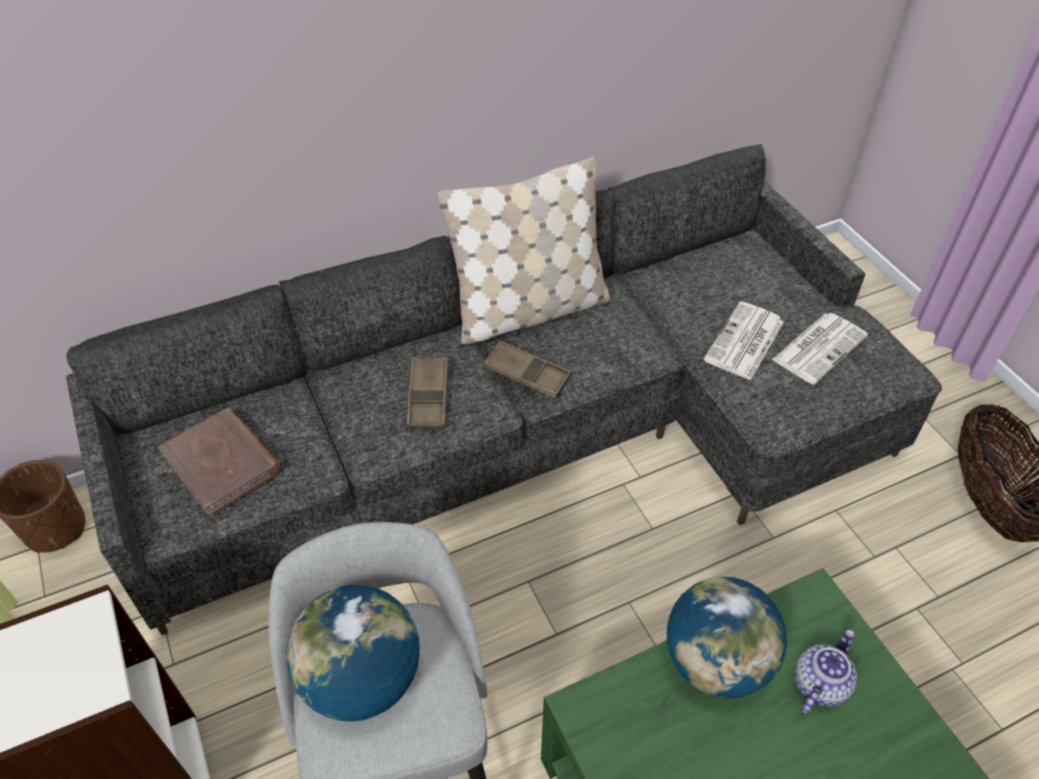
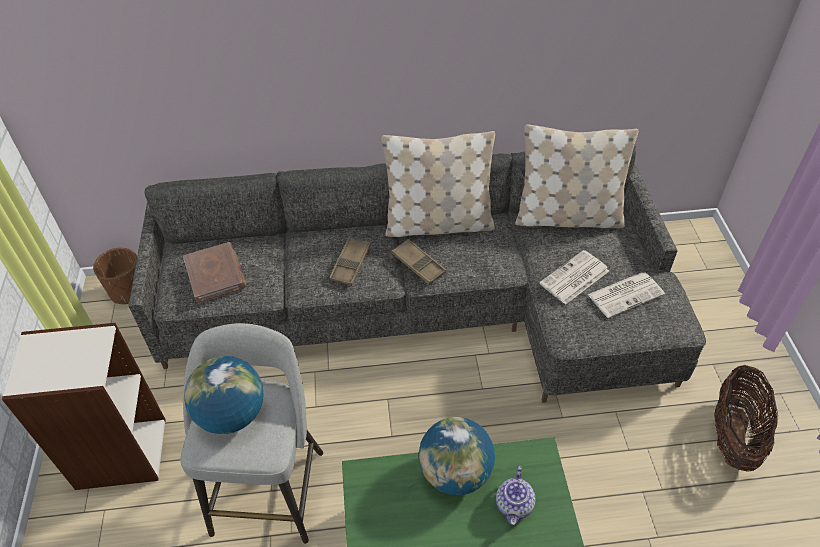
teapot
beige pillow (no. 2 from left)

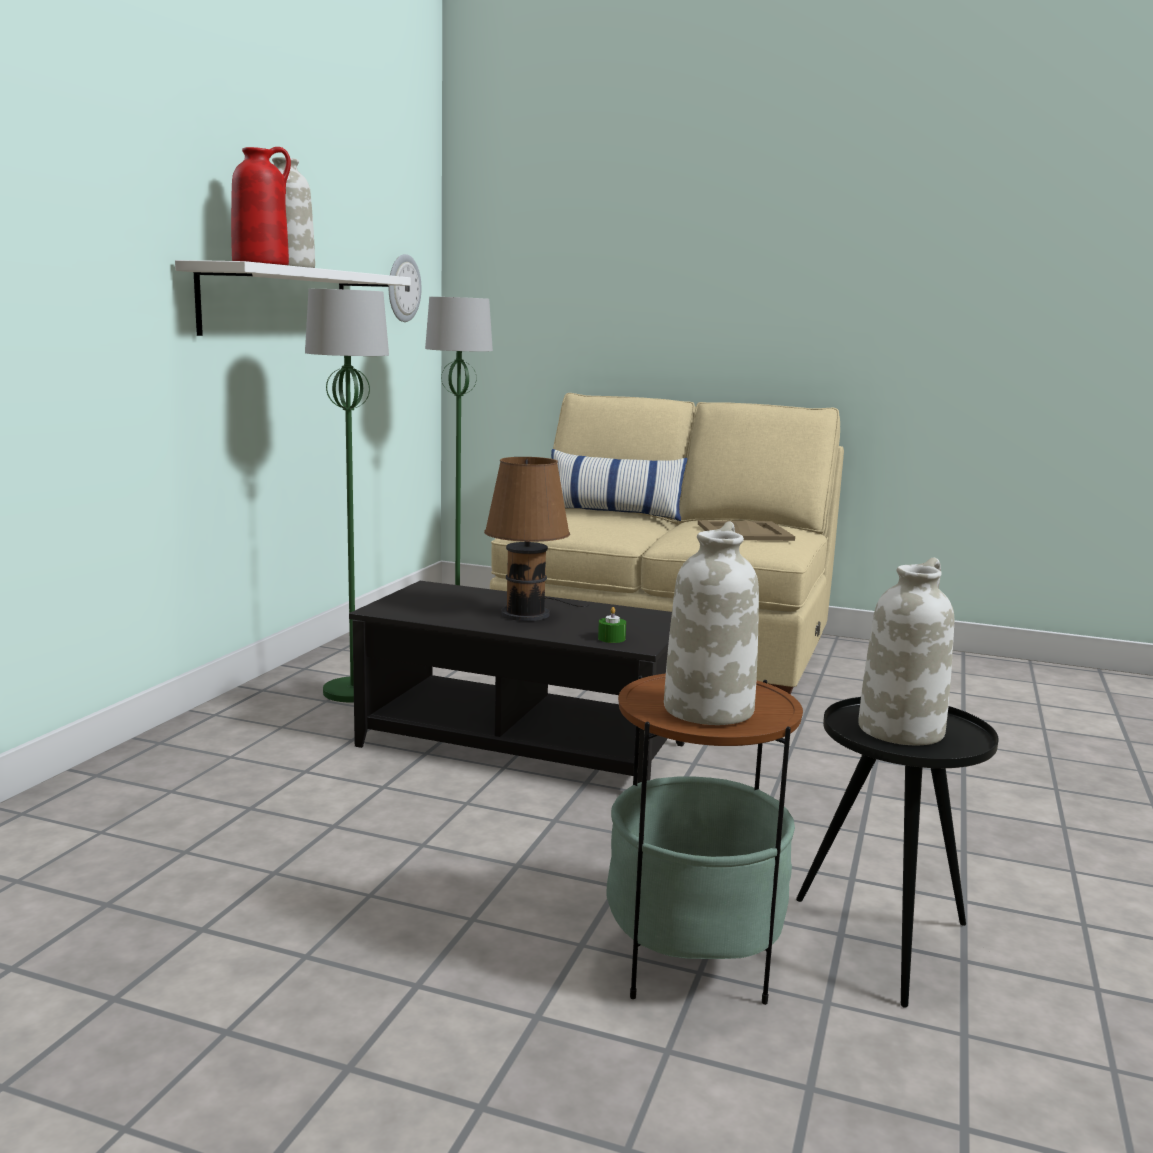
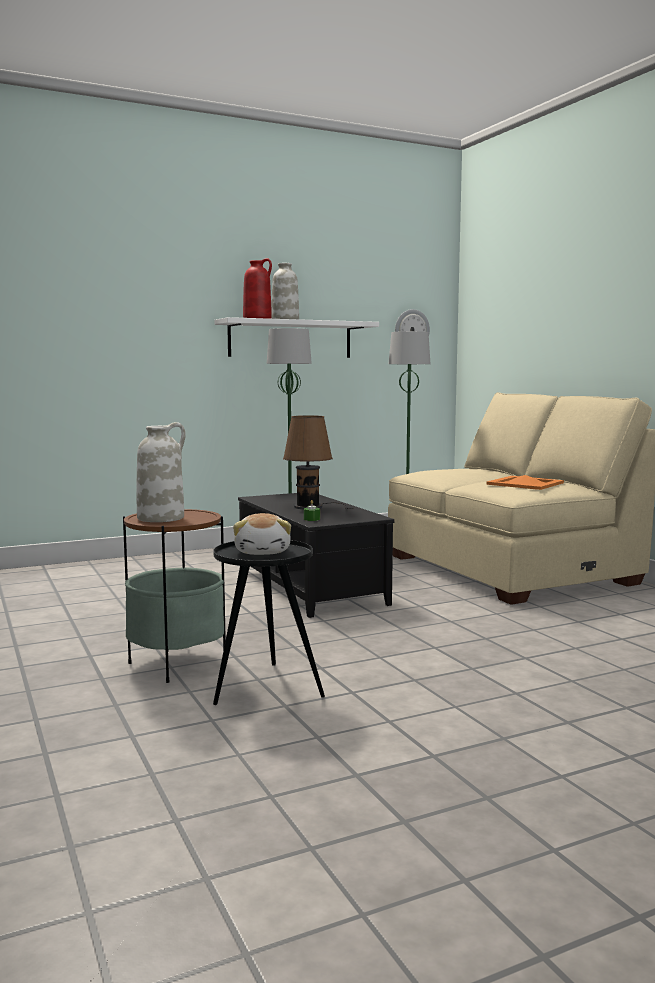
pillow
orange tray
plush toy

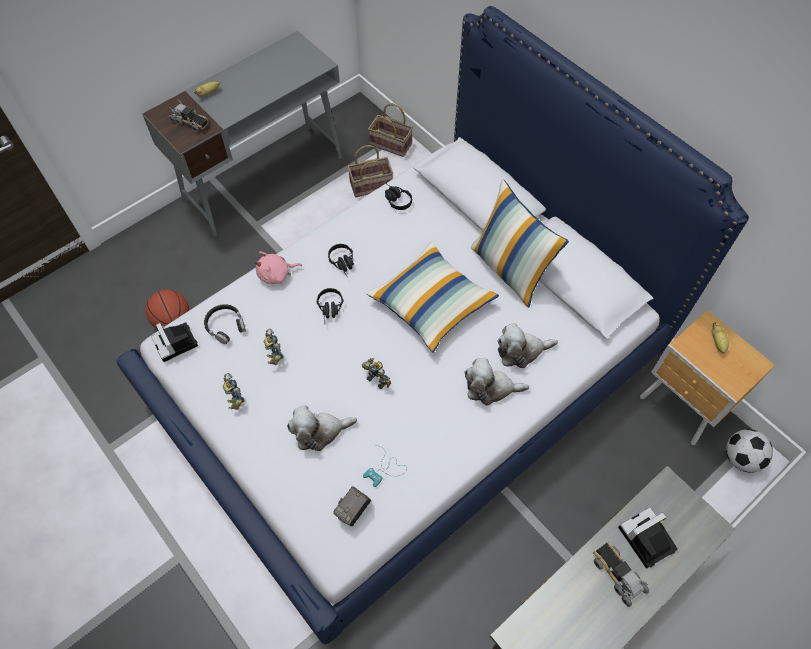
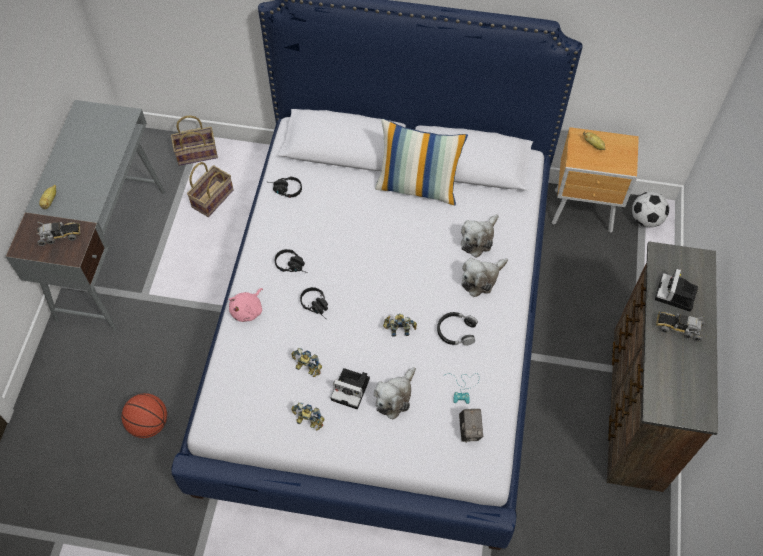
pillow (no. 1 from left in the first image)
black headphones (no. 4 from left)
photo camera (no. 1 from left)

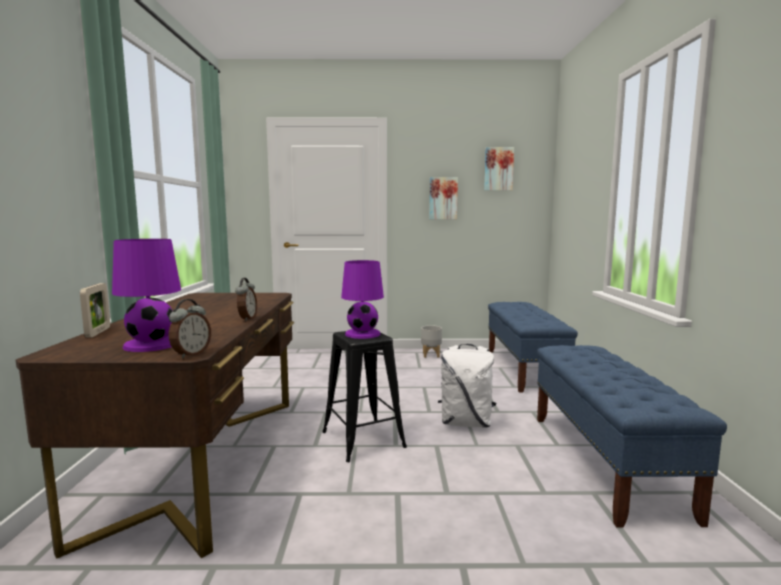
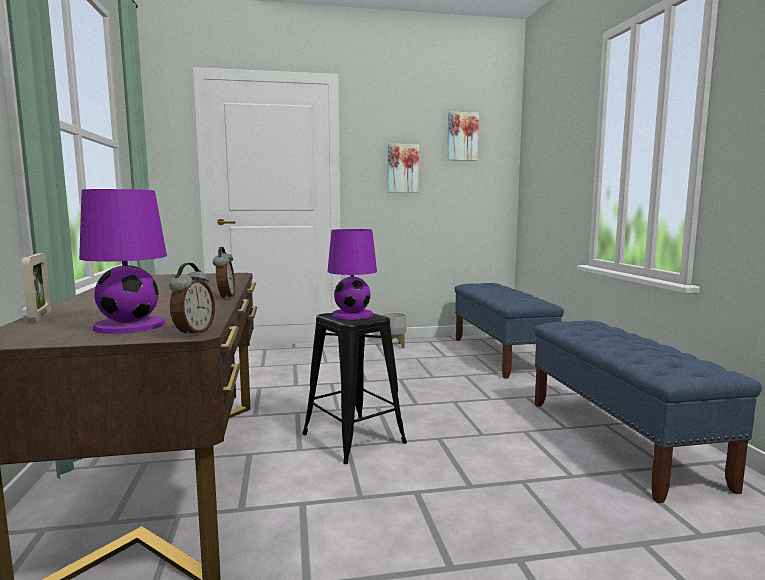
white backpack

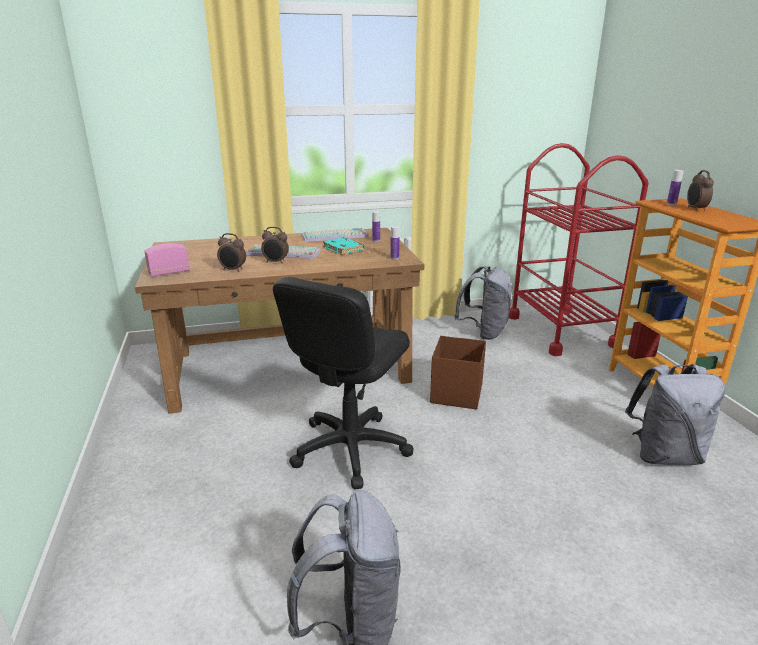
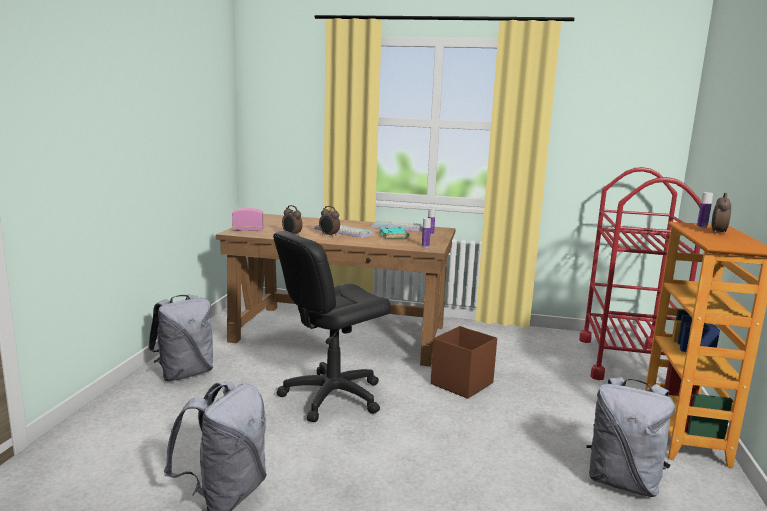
grey backpack (no. 1 from left)

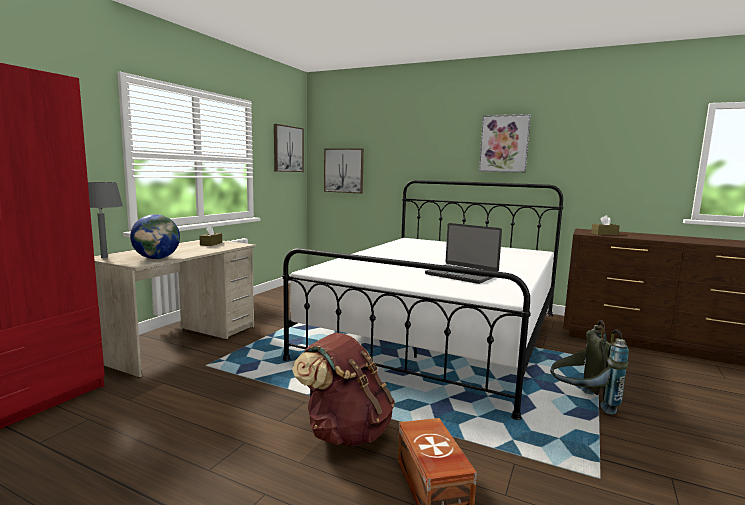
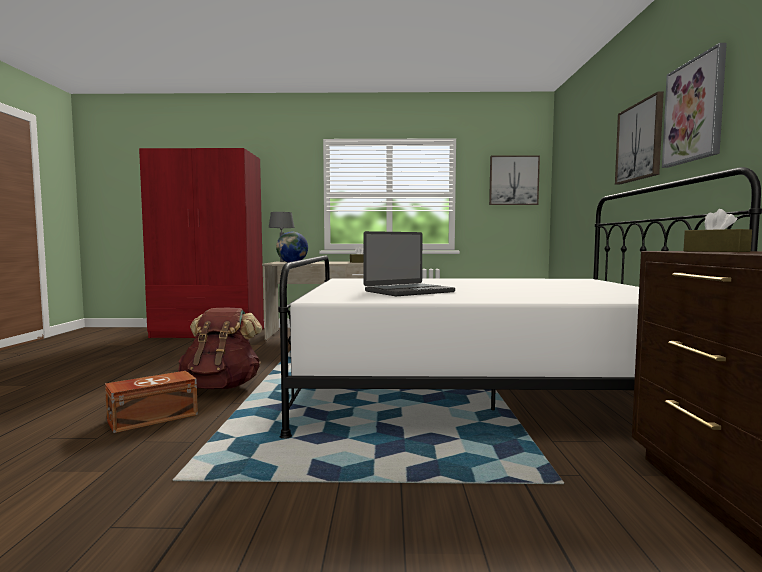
picture (no. 2 from left)
laptop
grey backpack

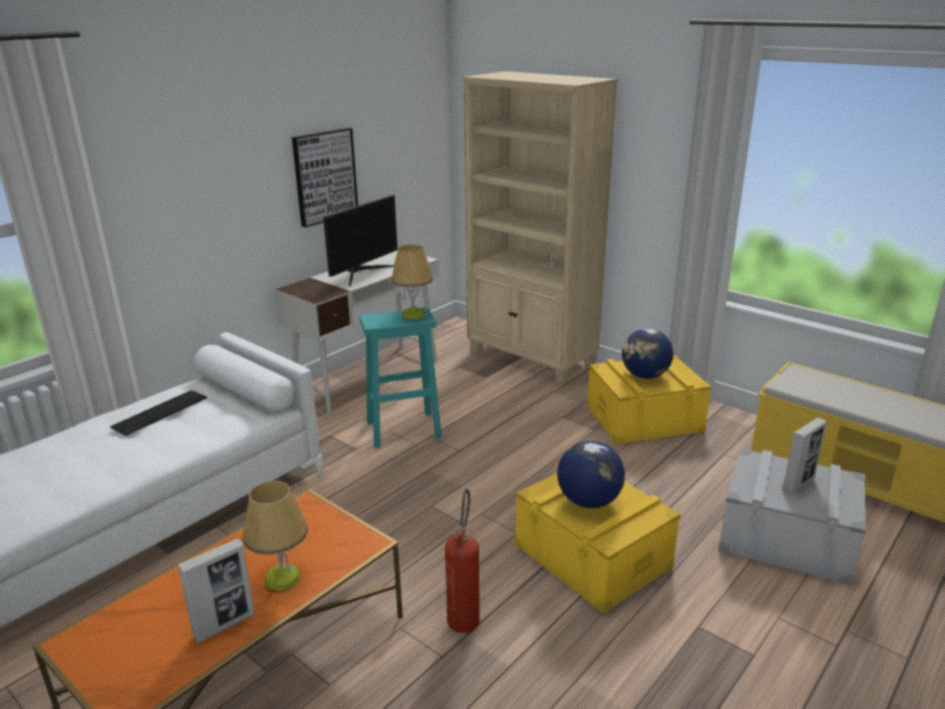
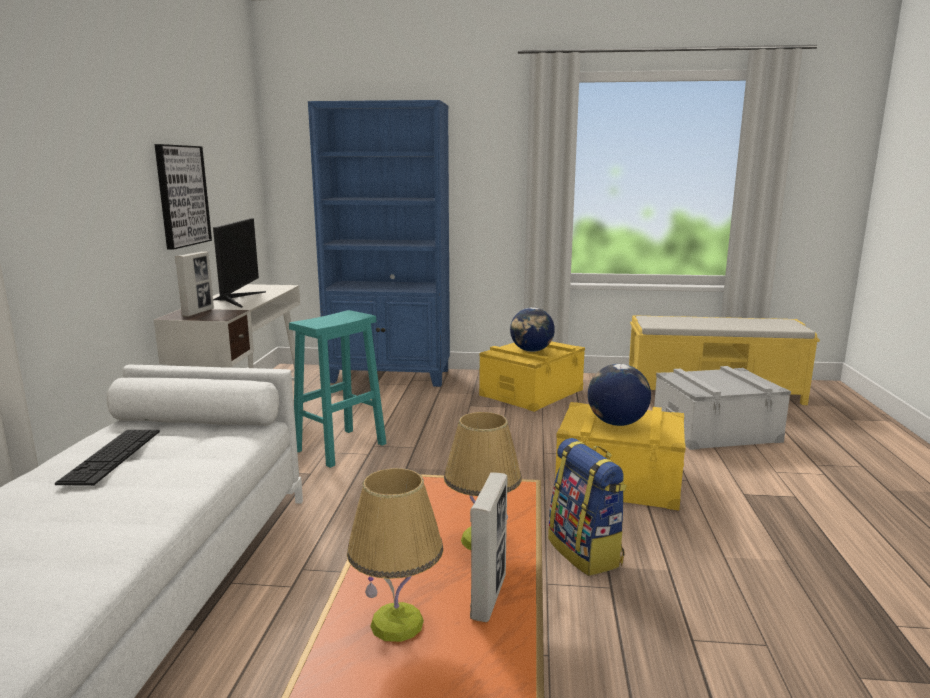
blue bookcase
table lamp (no. 1 from left)
picture frame (no. 1 from left)
backpack

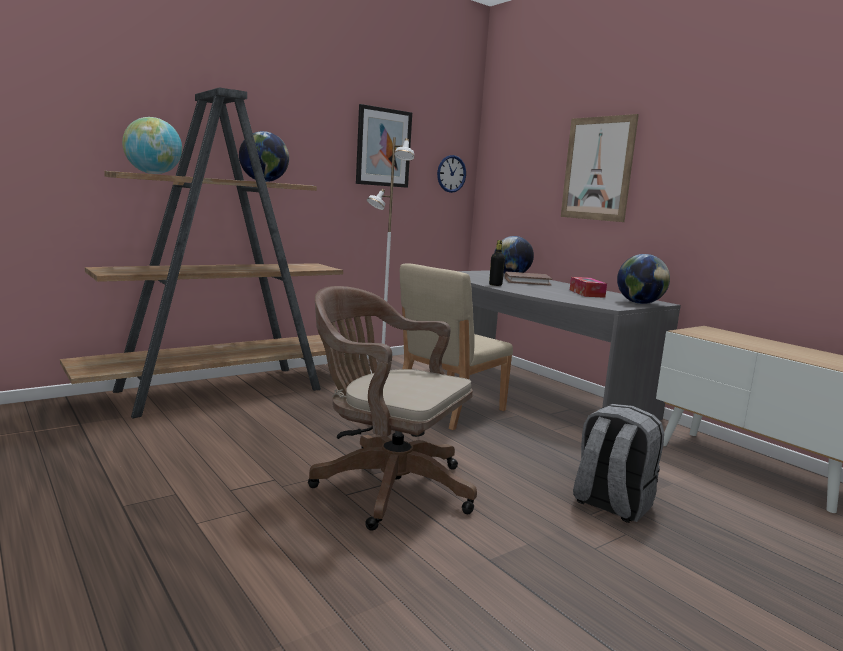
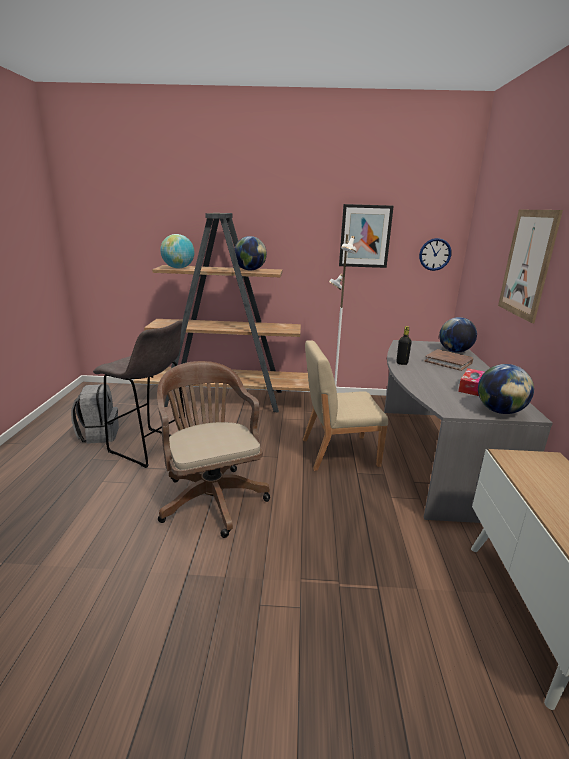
grey backpack
grey stool

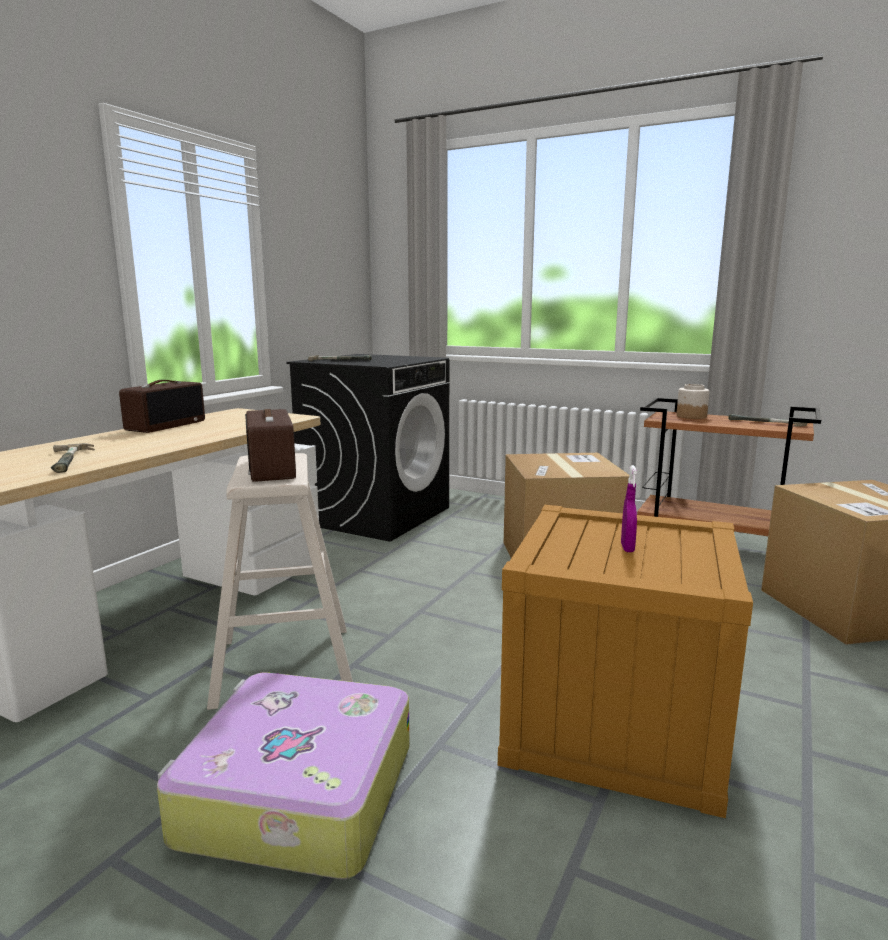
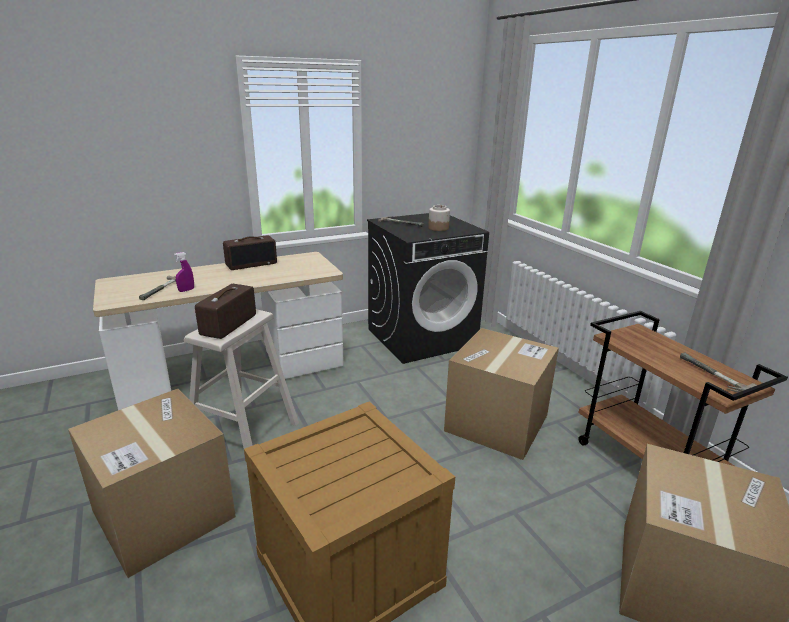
jar
purple spray bottle
cardboard box (no. 1 from left)

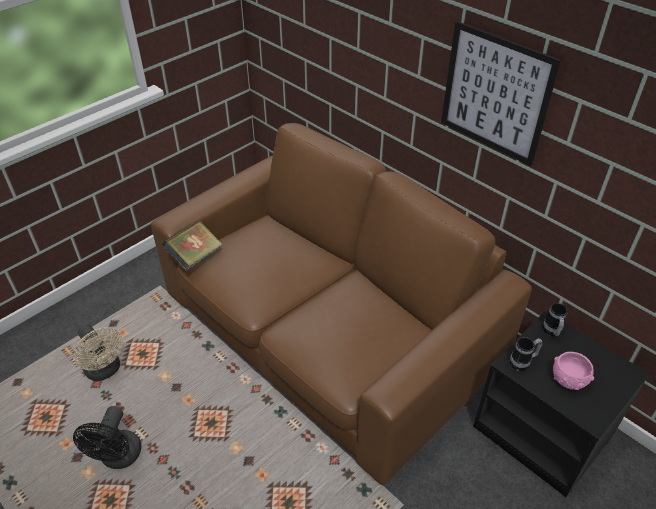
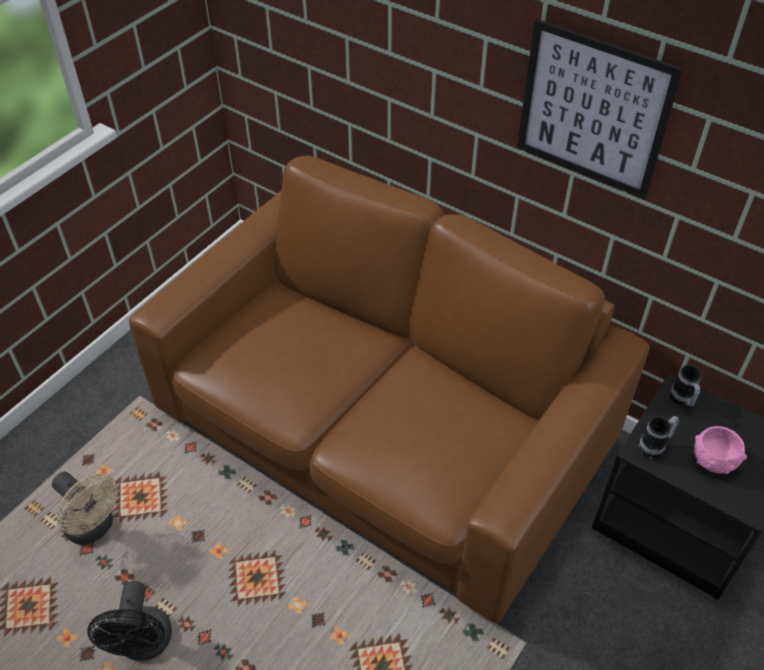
book

